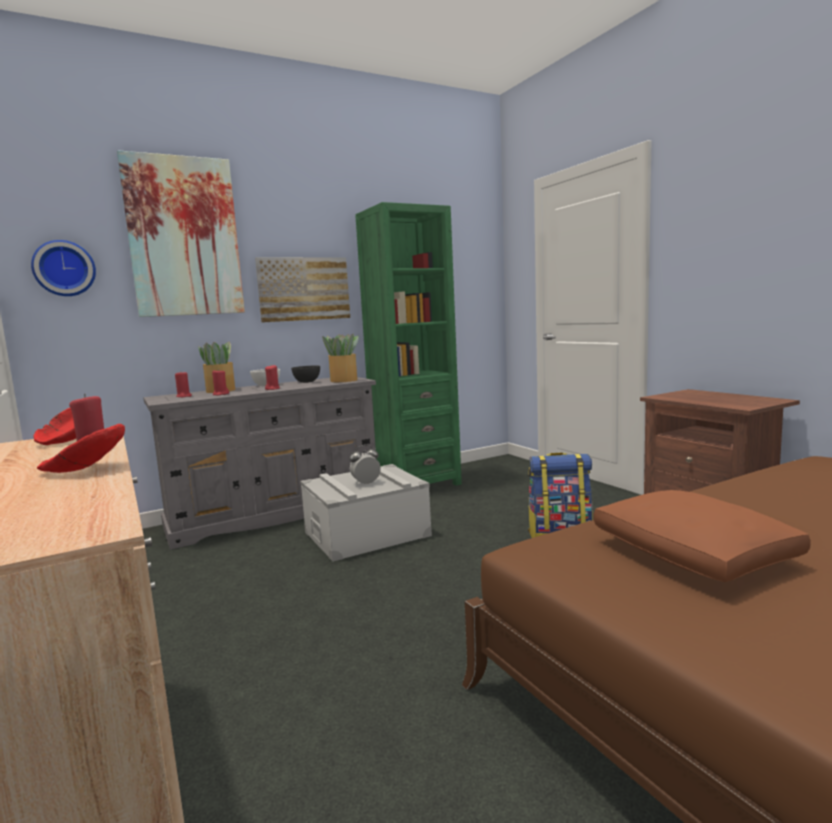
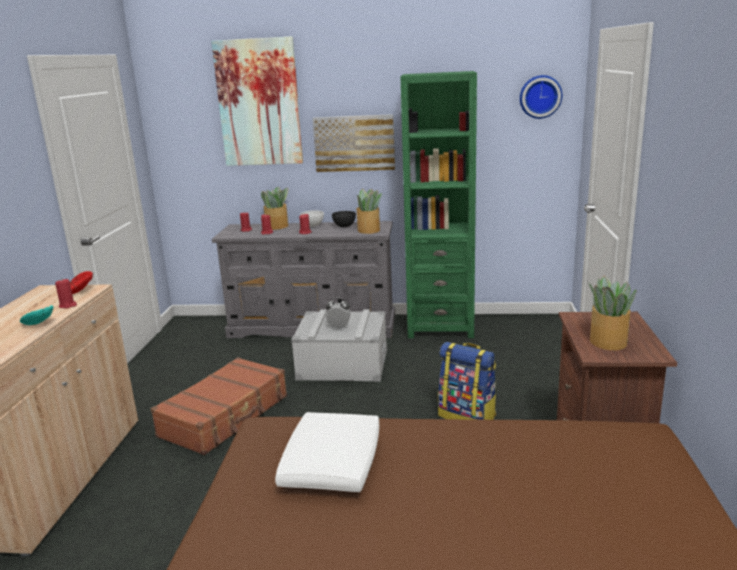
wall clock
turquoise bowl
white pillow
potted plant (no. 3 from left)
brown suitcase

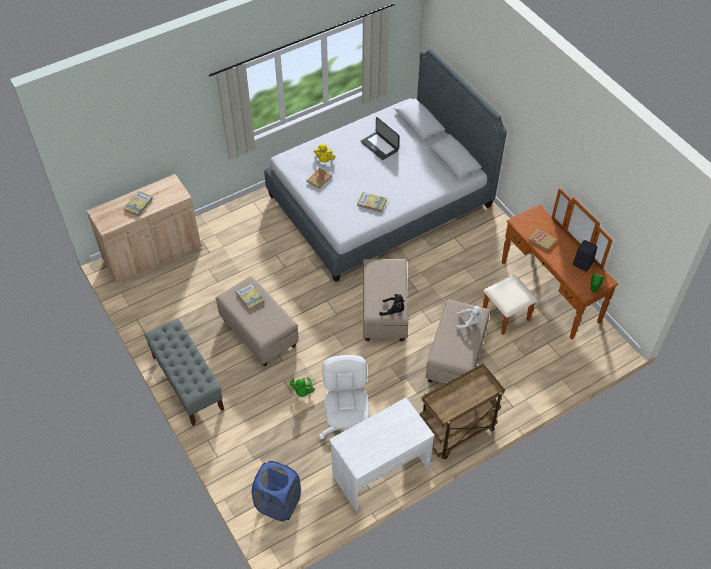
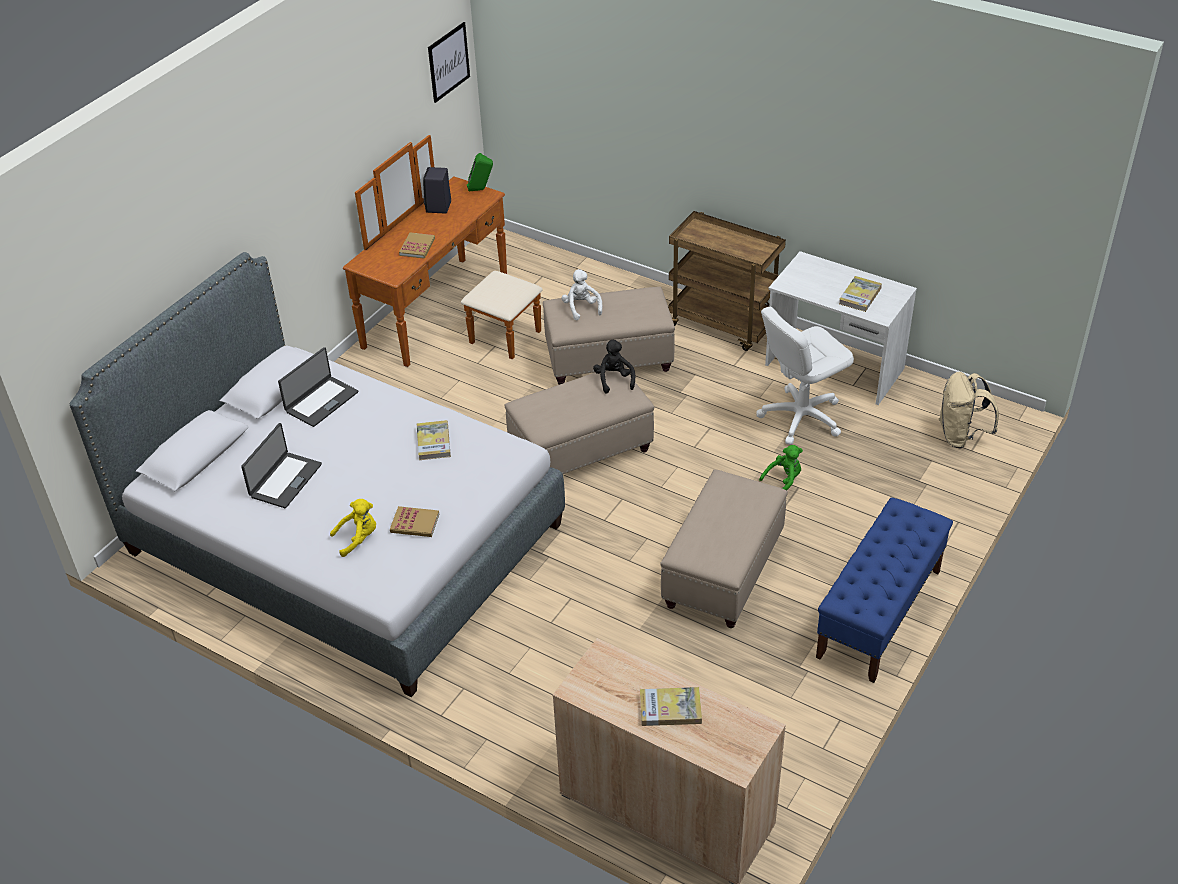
book (no. 5 from left)
blue bench
beige backpack
picture
laptop (no. 2 from left)

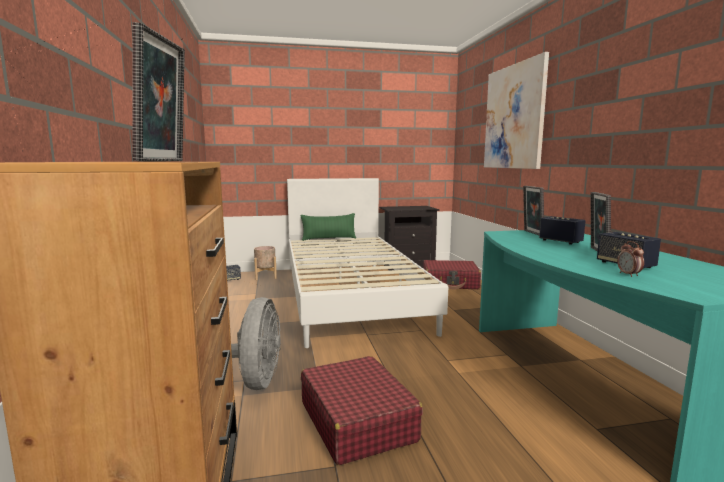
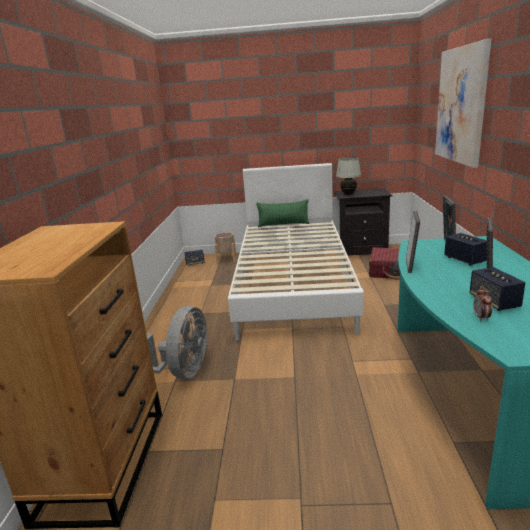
picture frame (no. 1 from left)
red suitcase (no. 1 from left in the first image)
white table lamp

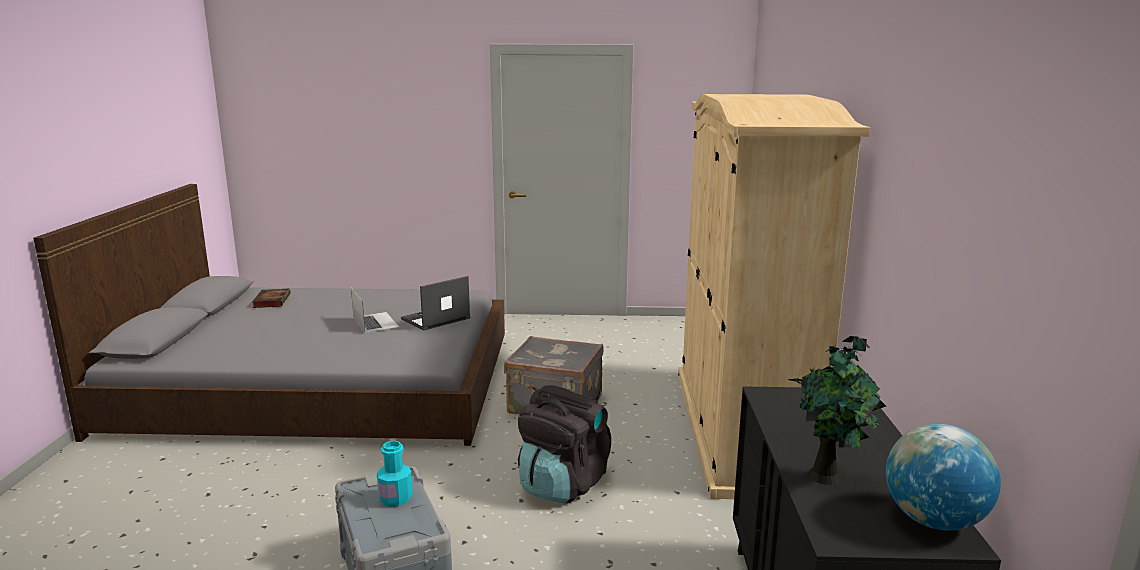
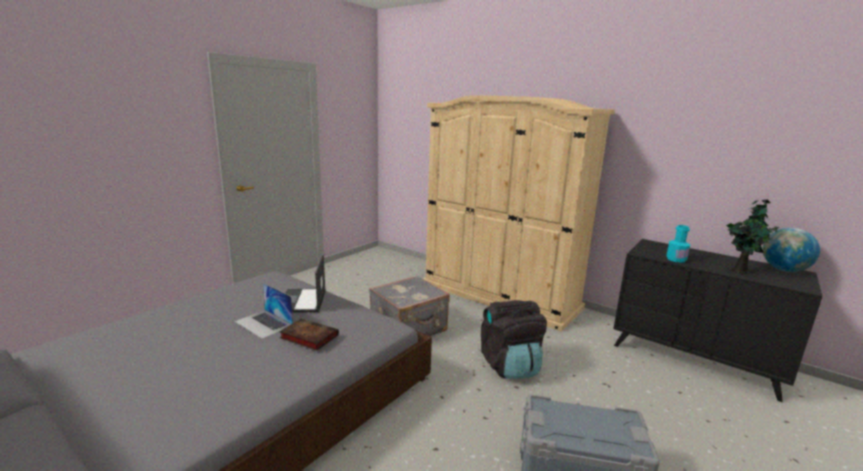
laptop (no. 1 from left)
book
turquoise bottle

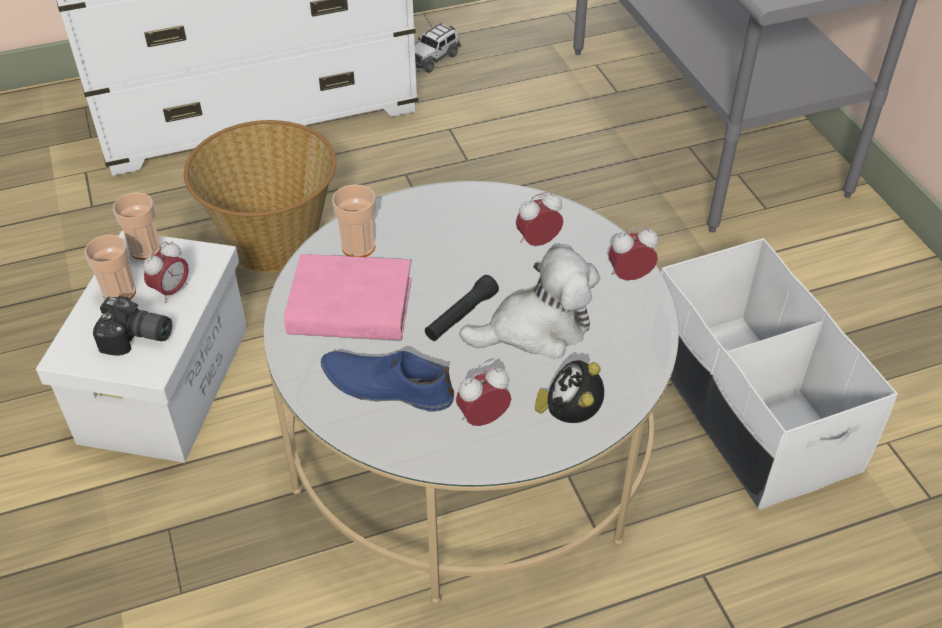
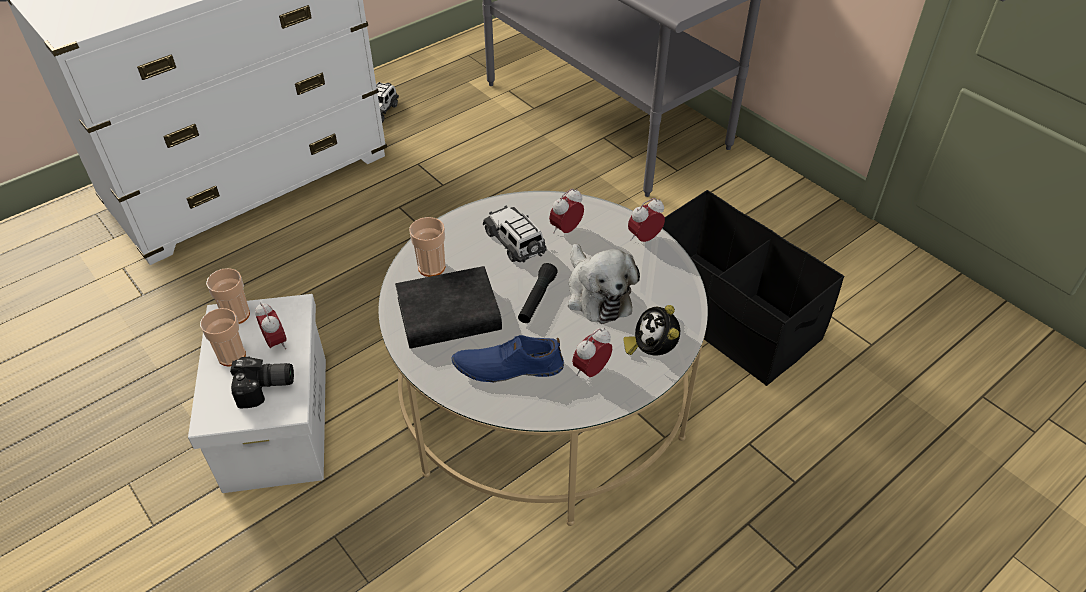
basket
black storage box
alarm clock (no. 1 from left)
plush toy
black book
toy car (no. 2 from left)

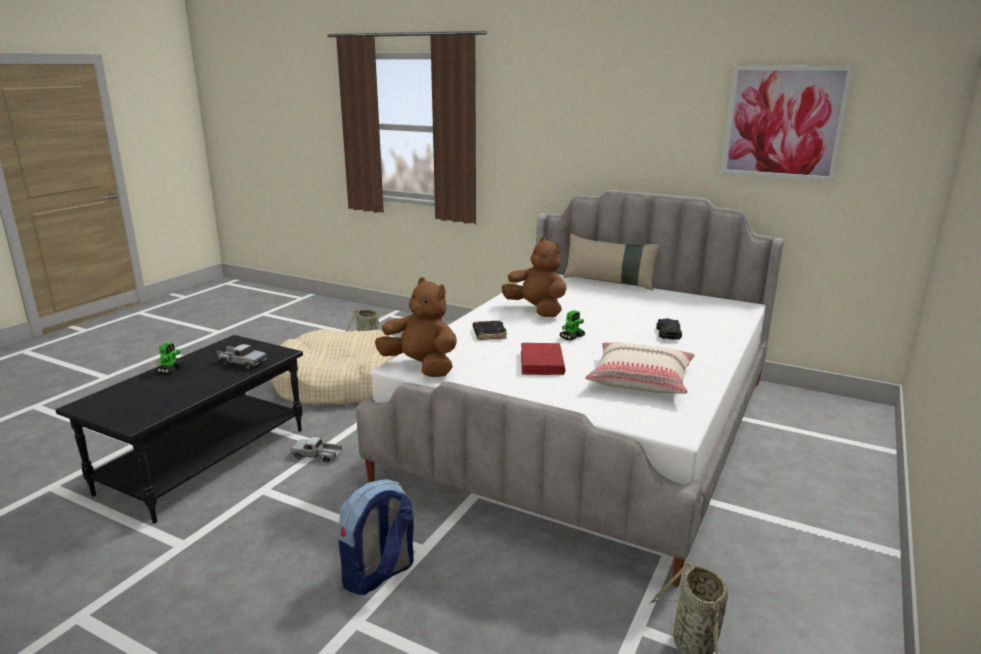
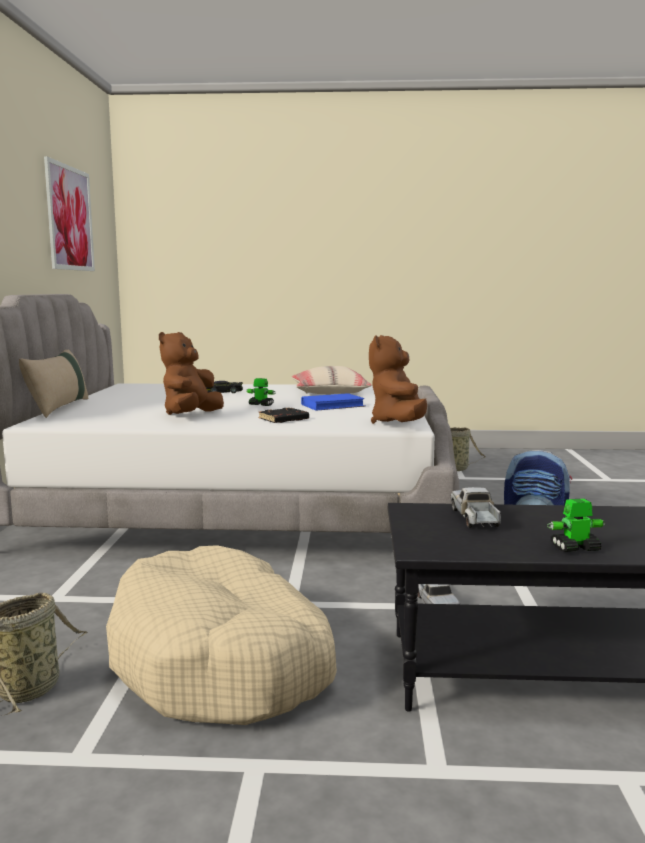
blue book

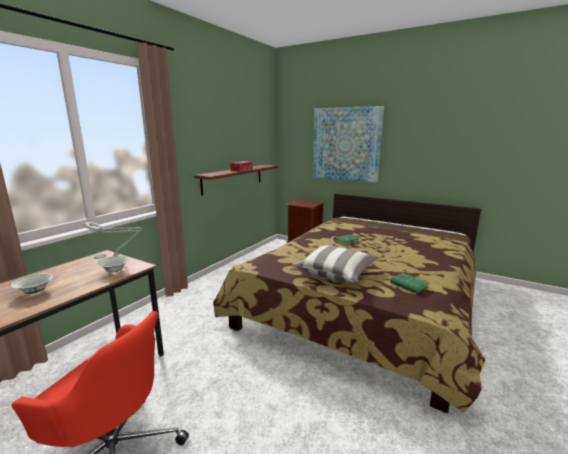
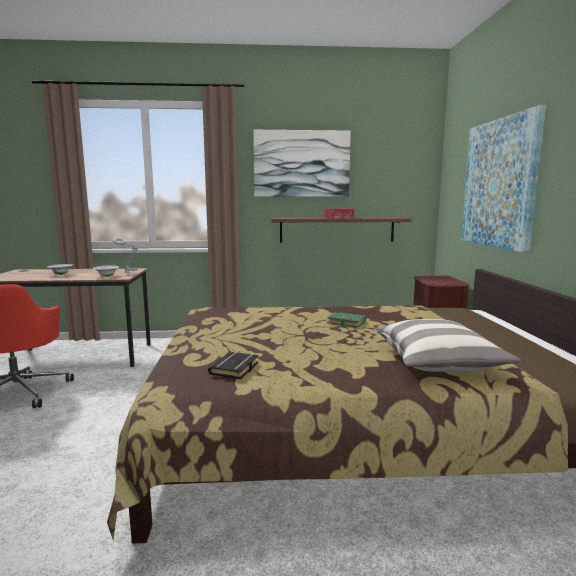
pillow
black book
picture (no. 1 from left)

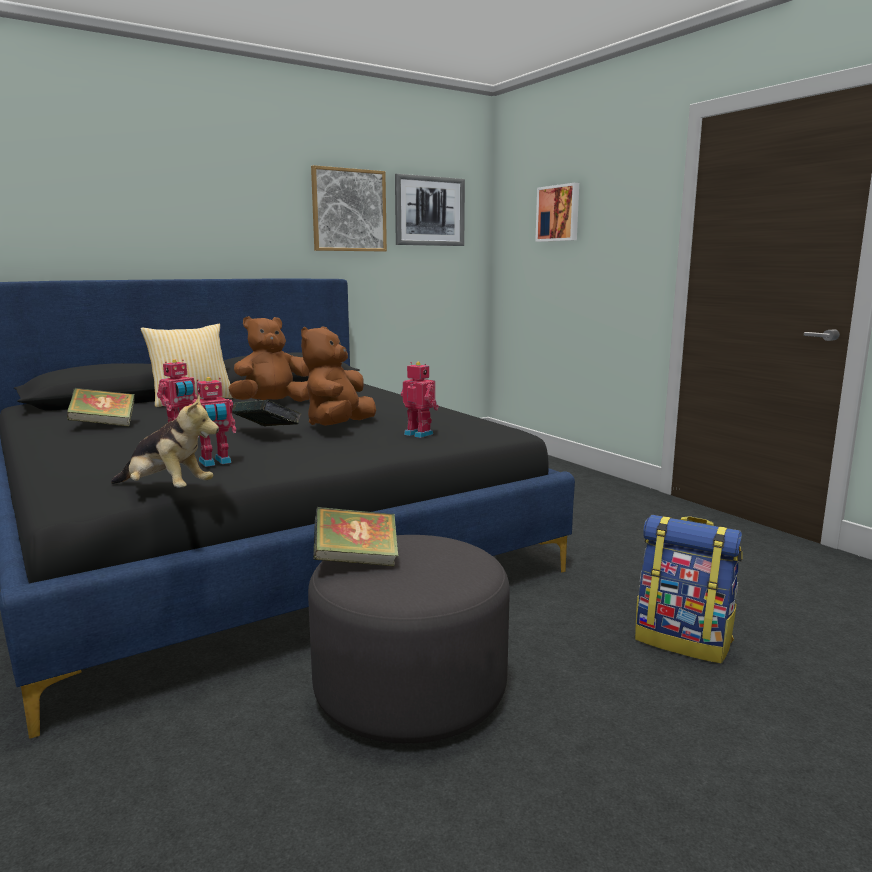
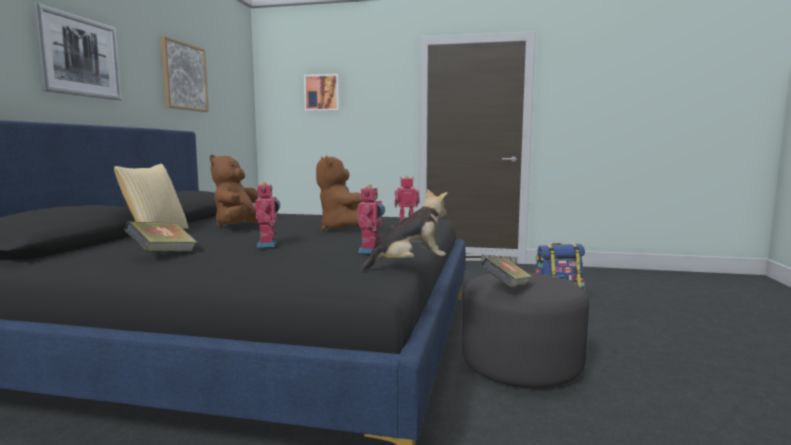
picture (no. 1 from left)
book (no. 2 from left in the first image)

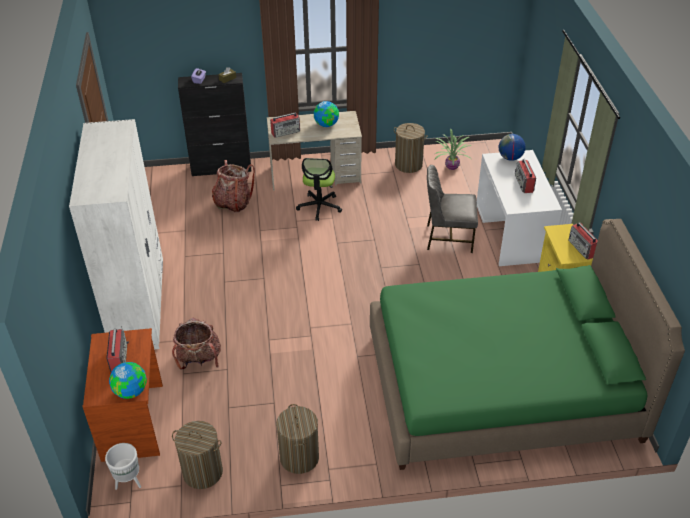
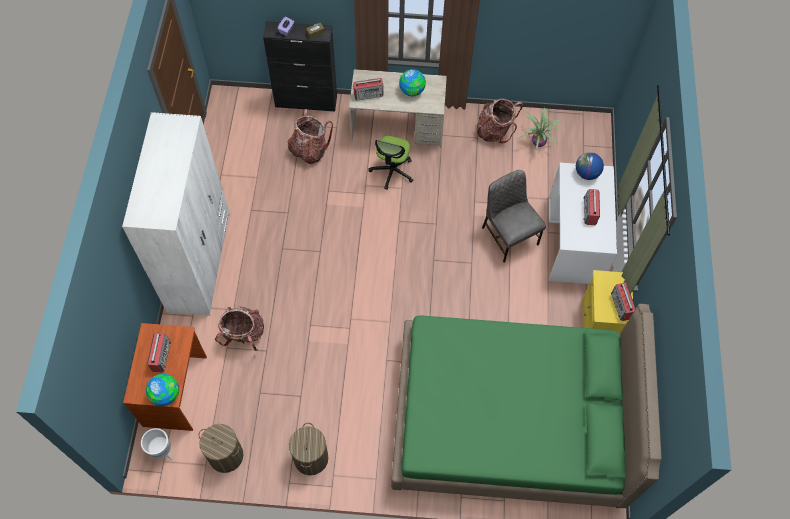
backpack (no. 3 from left)
grey chair

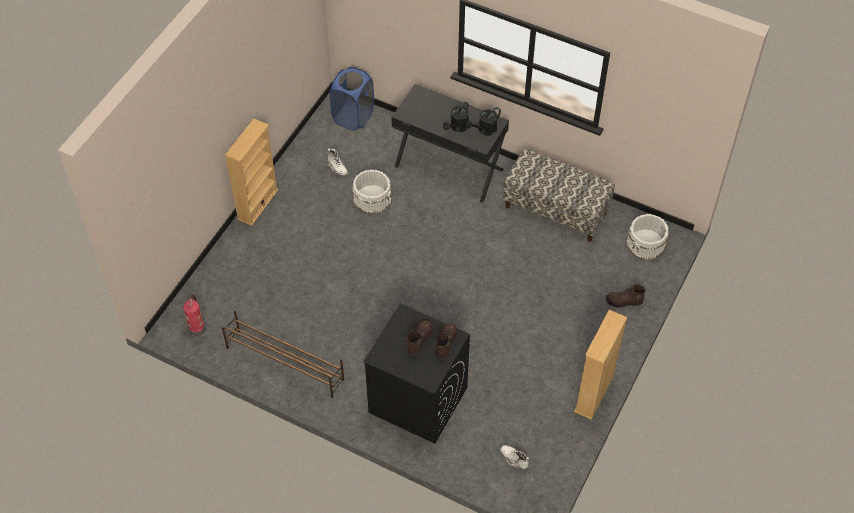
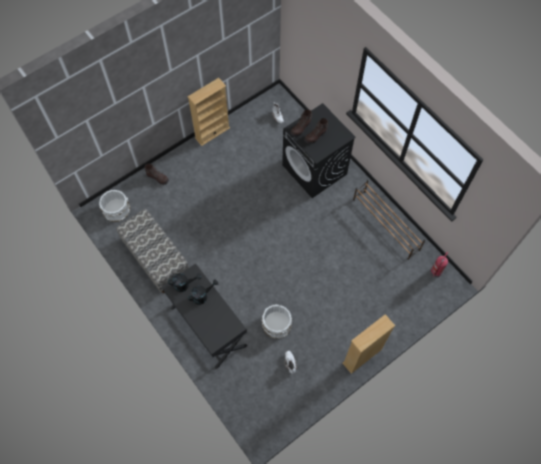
blue laundry basket

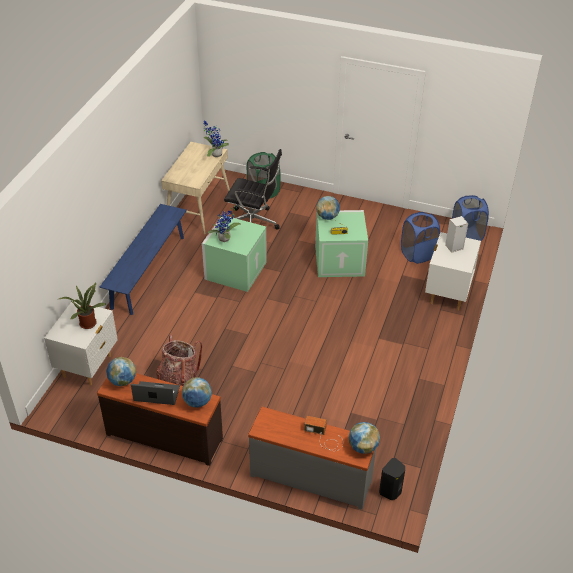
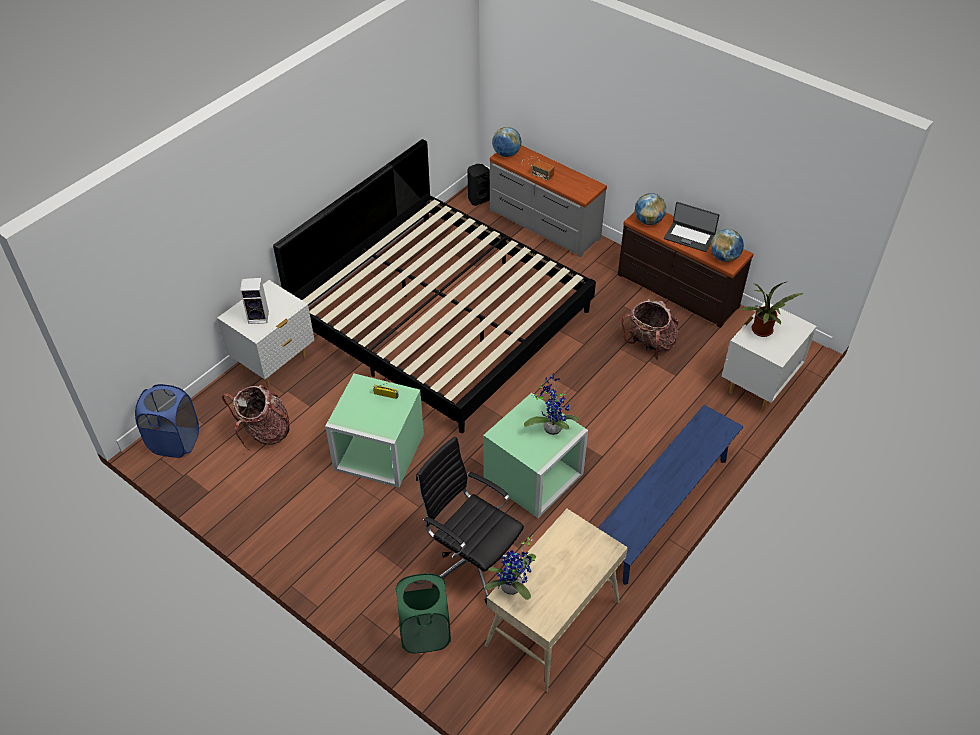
globe (no. 3 from left in the first image)
backpack (no. 1 from left)
bed

